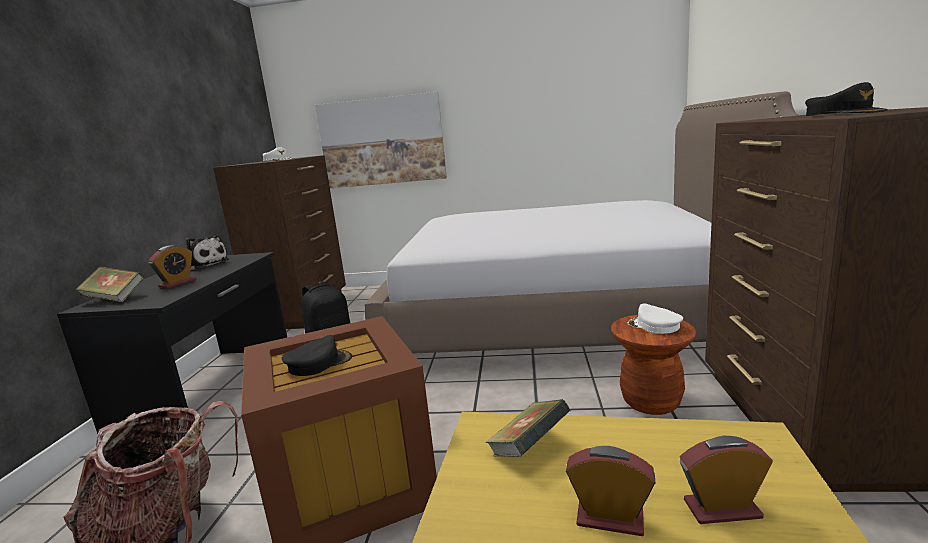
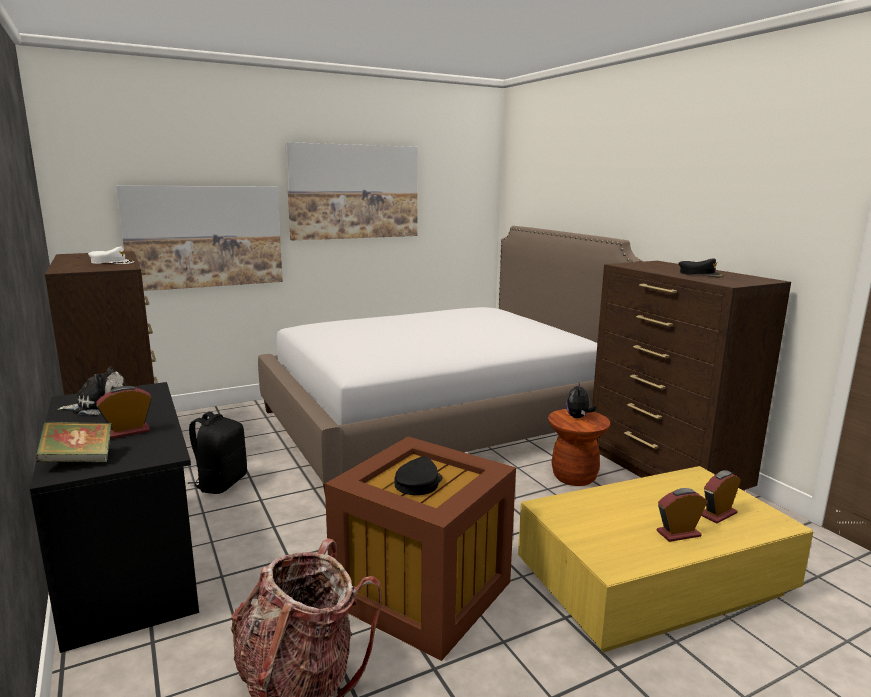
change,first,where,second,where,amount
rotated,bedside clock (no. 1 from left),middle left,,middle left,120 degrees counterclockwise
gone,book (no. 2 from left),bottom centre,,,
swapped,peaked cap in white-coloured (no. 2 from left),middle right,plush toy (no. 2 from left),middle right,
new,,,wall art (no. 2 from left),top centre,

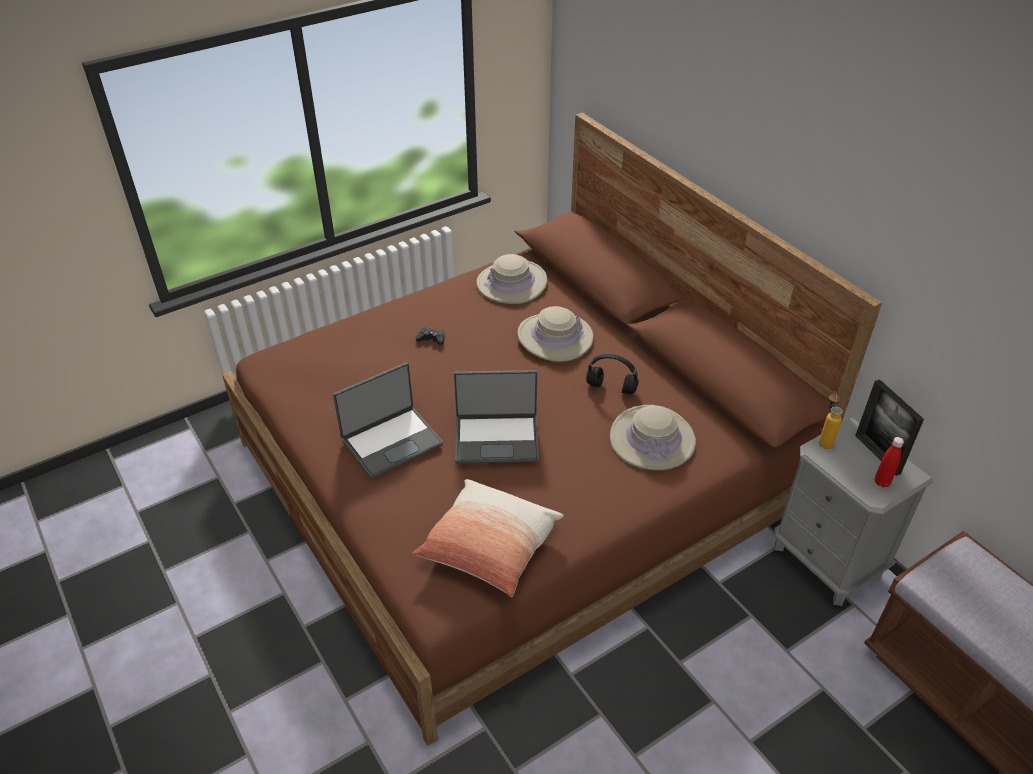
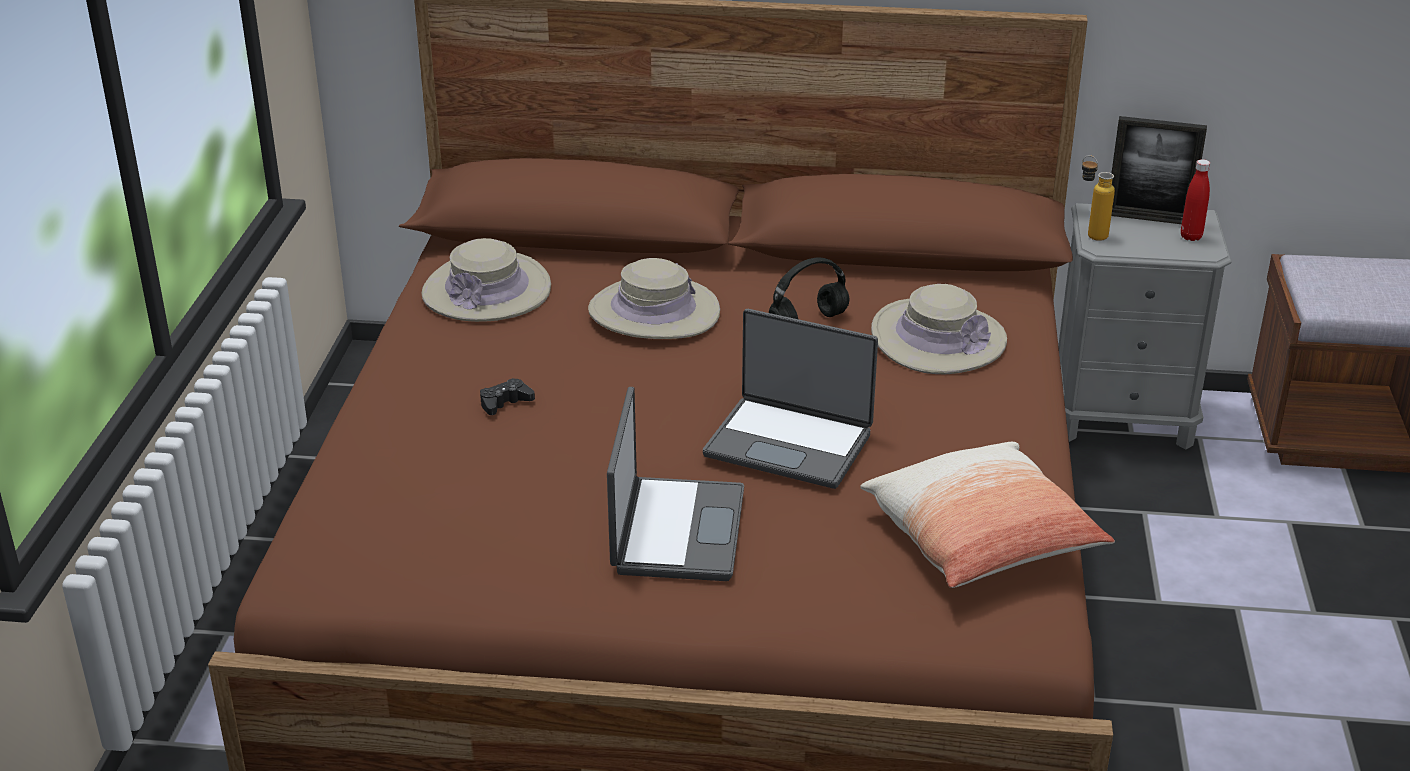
change,first,where,second,where,amount
rotated,portable computer (no. 2 from left),centre,,centre,75 degrees clockwise

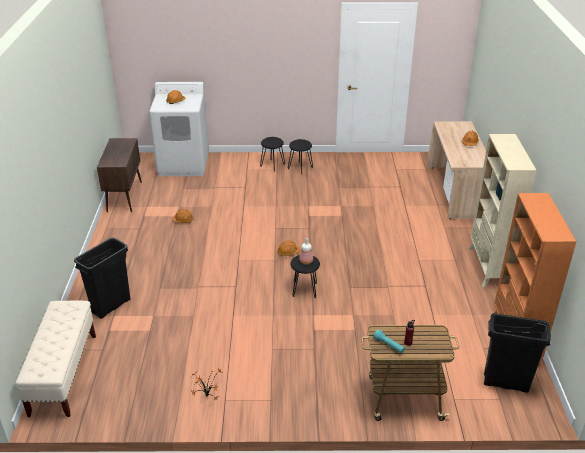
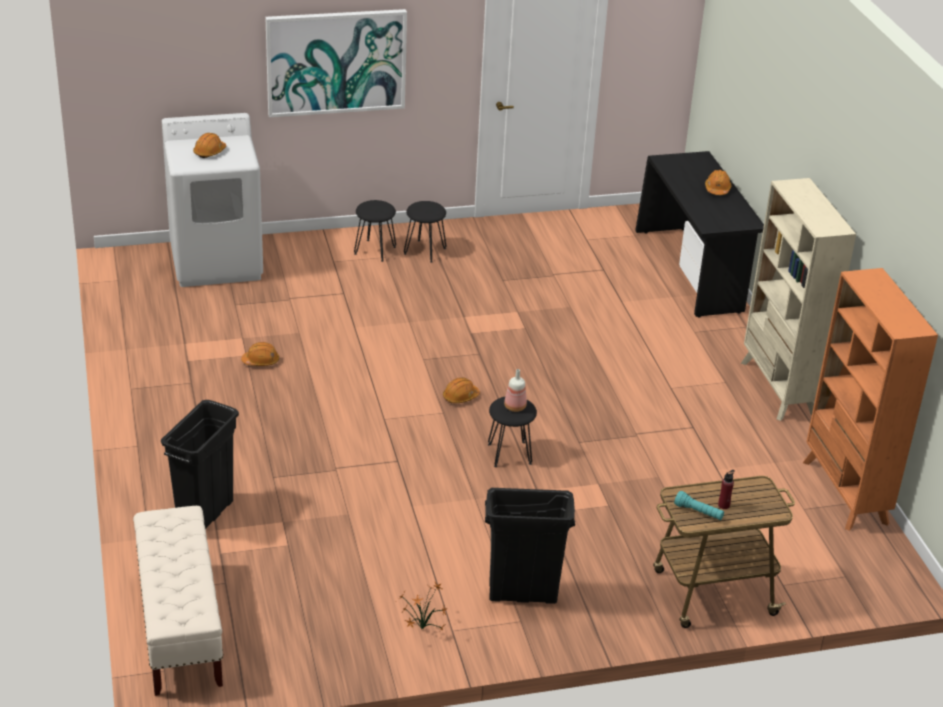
change,first,where,second,where,amount
gone,cabinet in brownish,middle left,,,
repainted,desk unit in beige-coloured,middle right,desk unit in blackish,top right,
shifted,trash can in blackish (no. 2 from left),bottom right,,bottom centre,
new,,,wall art,top centre,

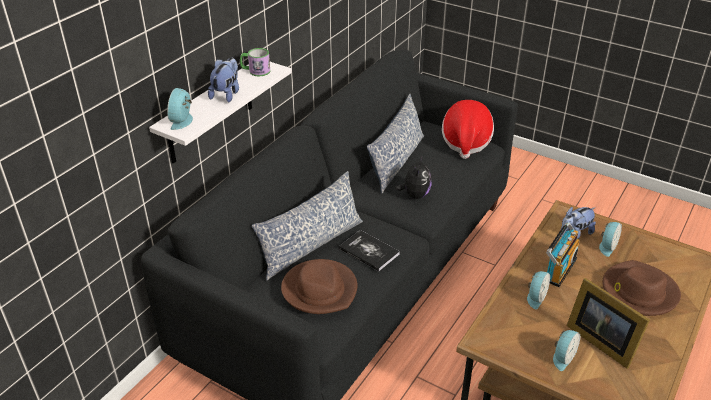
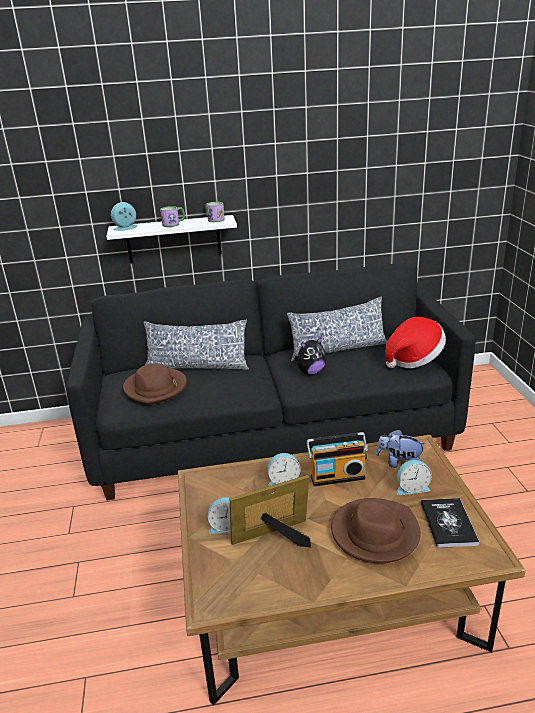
change,first,where,second,where,amount
swapped,plush toy (no. 1 from left),top left,tea mug (no. 1 from left),top left,
shifted,book,centre,,bottom right,
rotated,standing frame,bottom right,,bottom centre,60 degrees clockwise

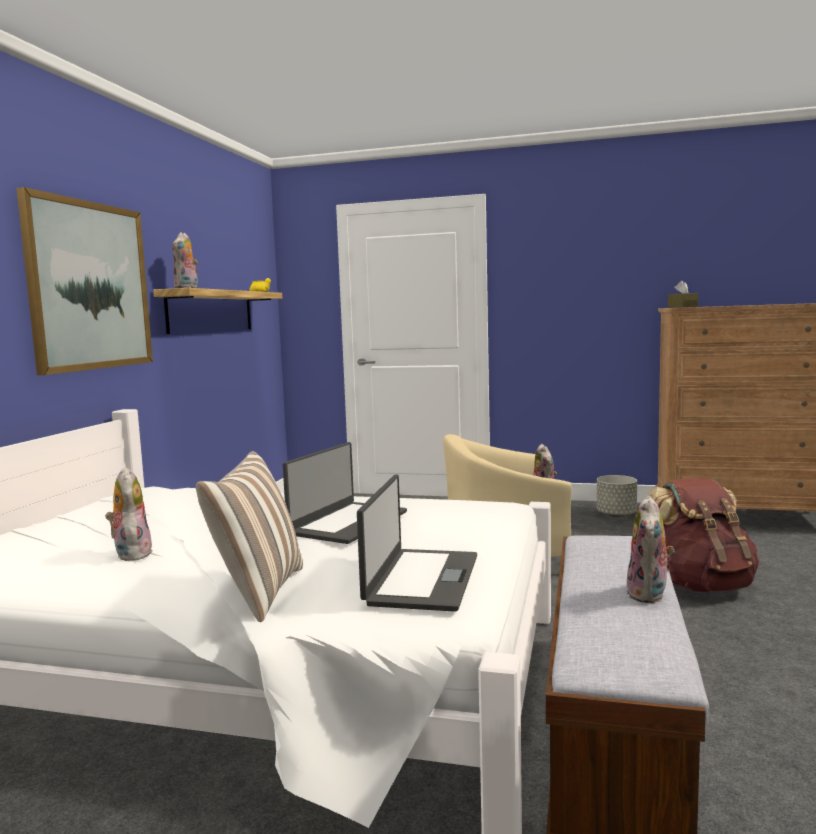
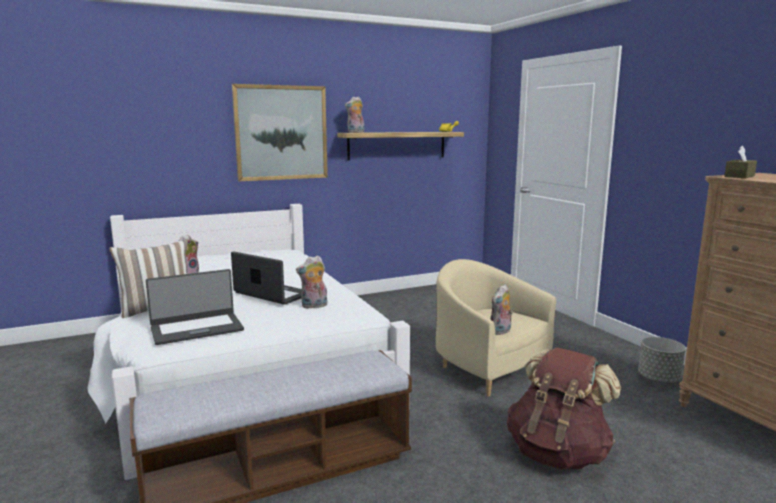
change,first,where,second,where,amount
rotated,portable computer (no. 1 from left in the first image),centre,portable computer (no. 2 from left),centre,135 degrees counterclockwise
shifted,plush toy (no. 4 from left in the first image),middle right,plush toy (no. 2 from left),centre,

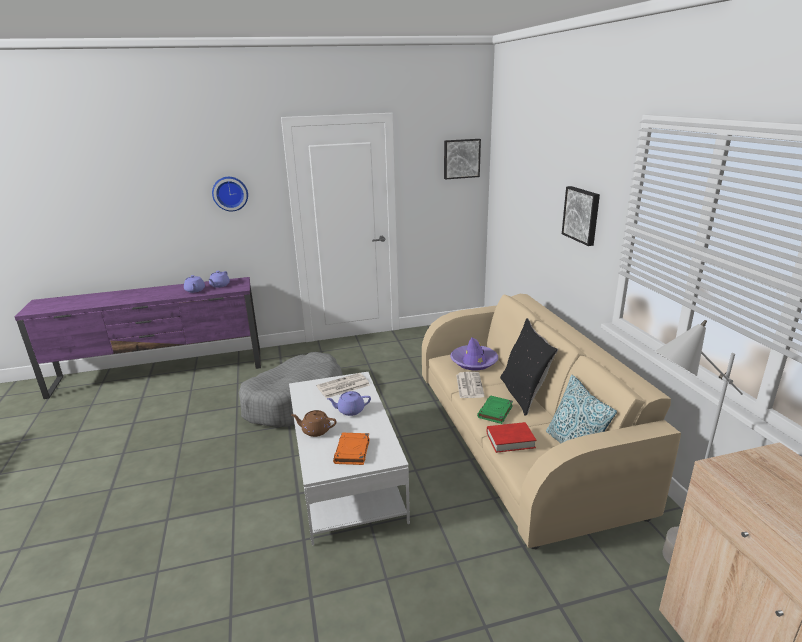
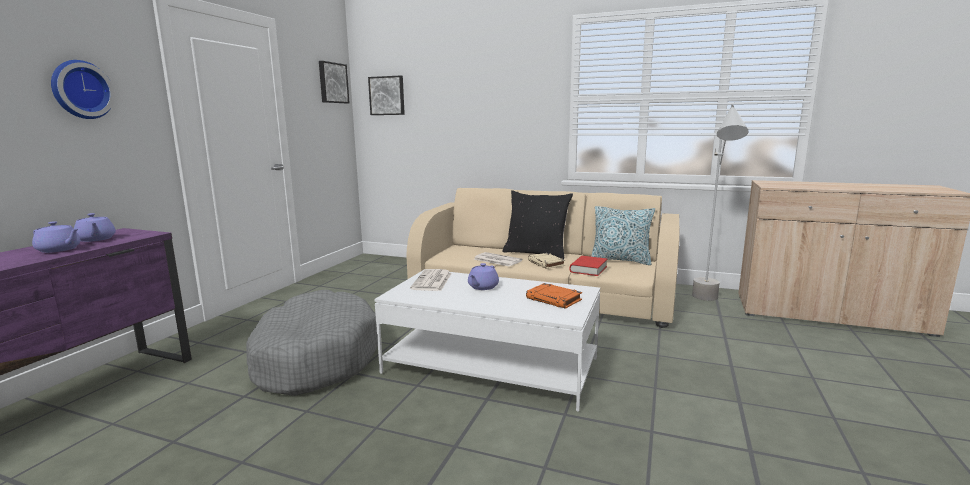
change,first,where,second,where,amount
gone,pot for tea in brownish,centre,,,
gone,hat in purple-coloured,centre,,,
repainted,book in green-coloured,centre,book in beige-coloured,centre,
shifted,wall art (no. 2 from left),middle right,,top centre,

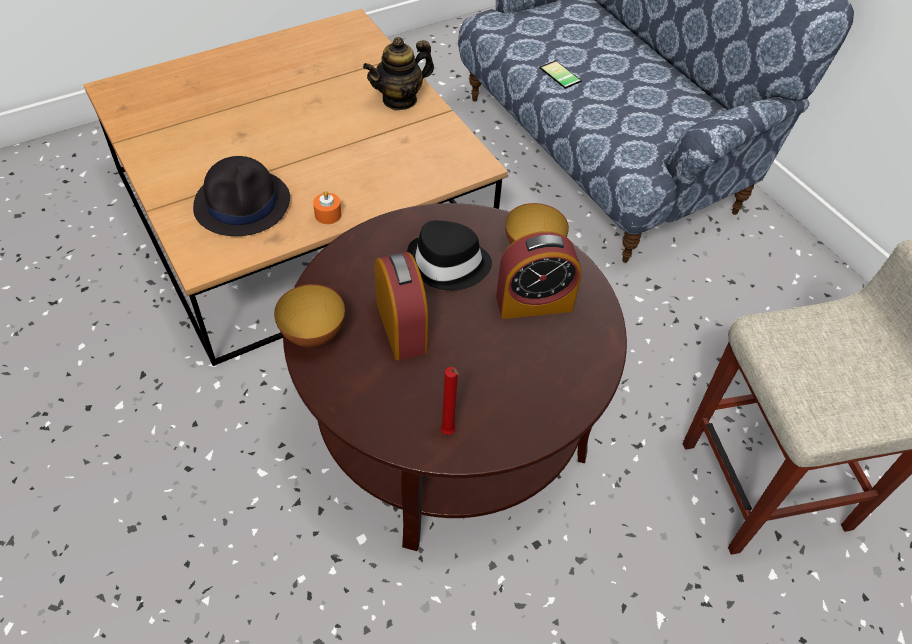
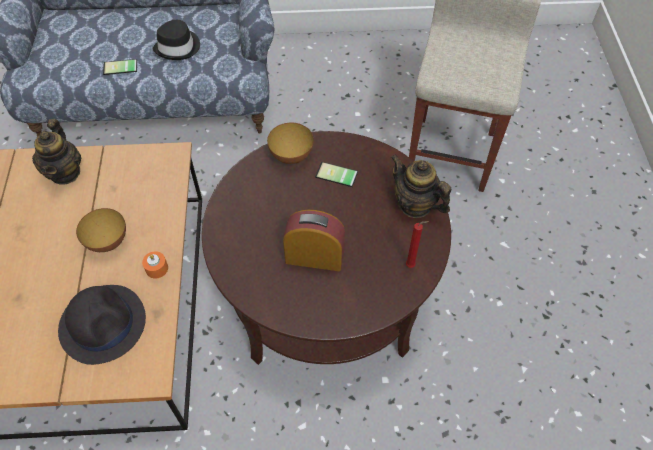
change,first,where,second,where,amount
shifted,bowl (no. 1 from left),centre,,middle left,
shifted,hat in blackish (no. 2 from left),centre,,top left,
swapped,bedside clock (no. 2 from left),centre,telephone (no. 2 from left),centre,
new,,,pot for tea (no. 2 from left),centre,

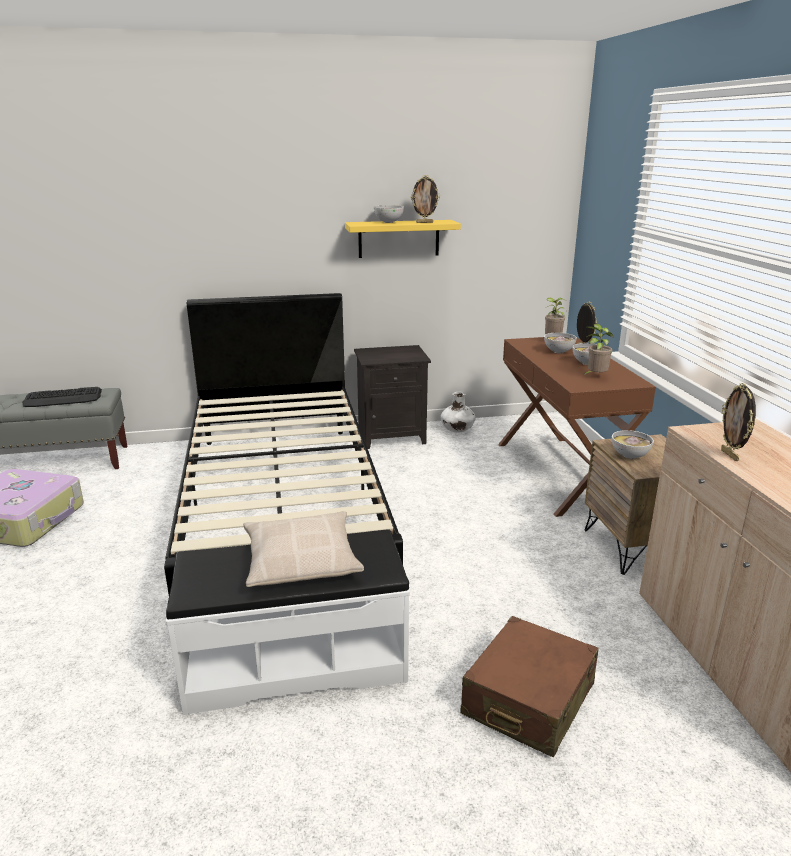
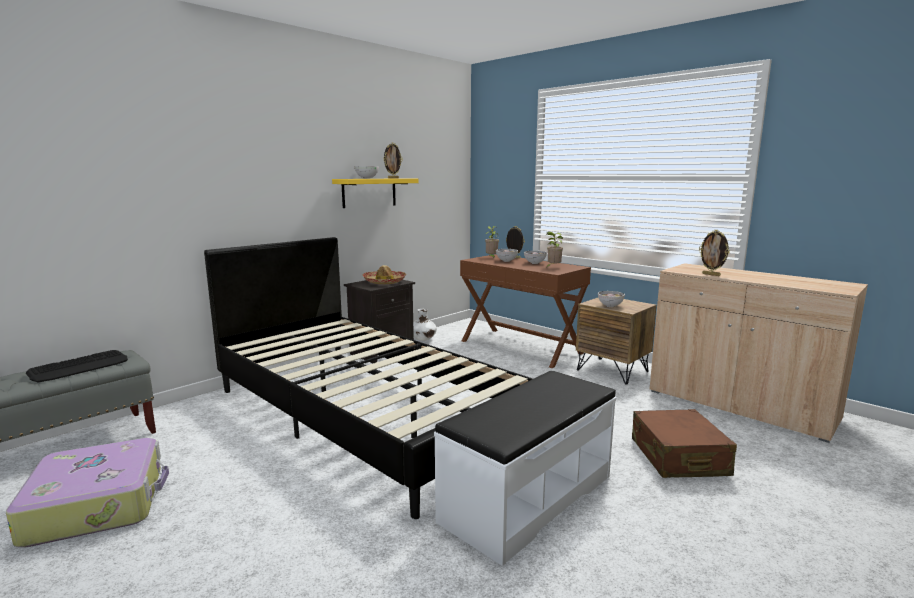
change,first,where,second,where,amount
gone,cushion in beige-coloured,centre,,,
new,,,hat,centre,

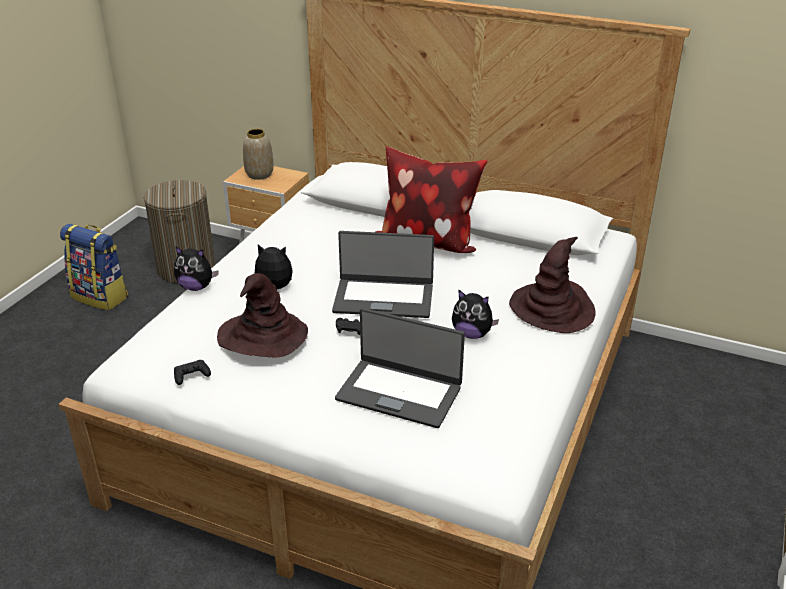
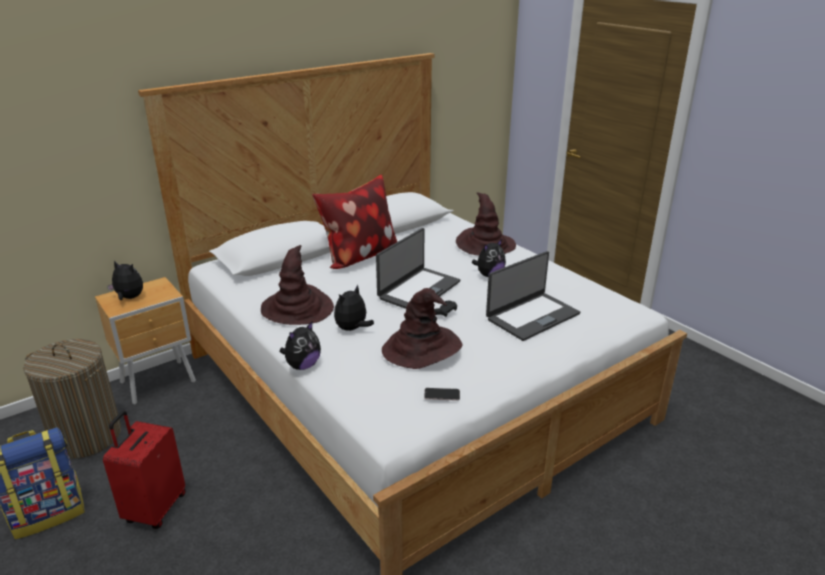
change,first,where,second,where,amount
swapped,game controller in blackish (no. 1 from left),middle left,telephone,bottom centre,
swapped,vase,top left,plush toy (no. 1 from left),middle left,
new,,,travel case in red-coloured,bottom left,
new,,,hat in brownish (no. 1 from left),centre,

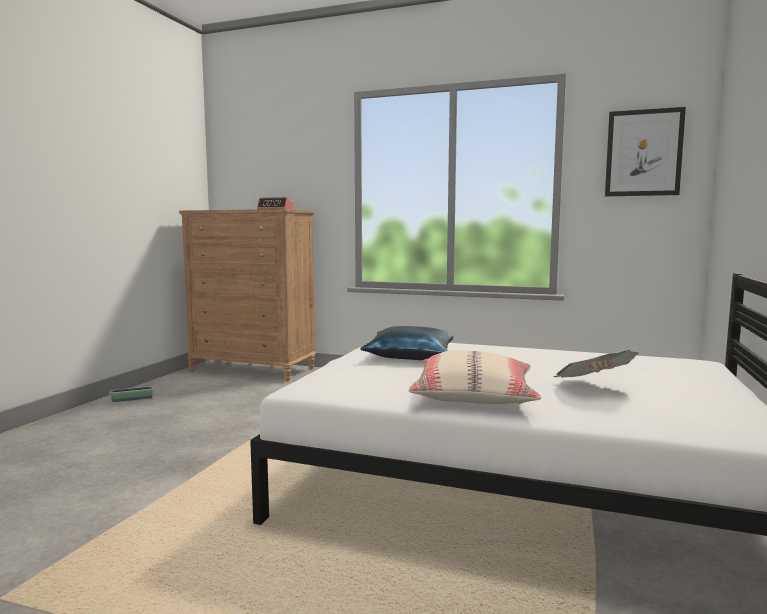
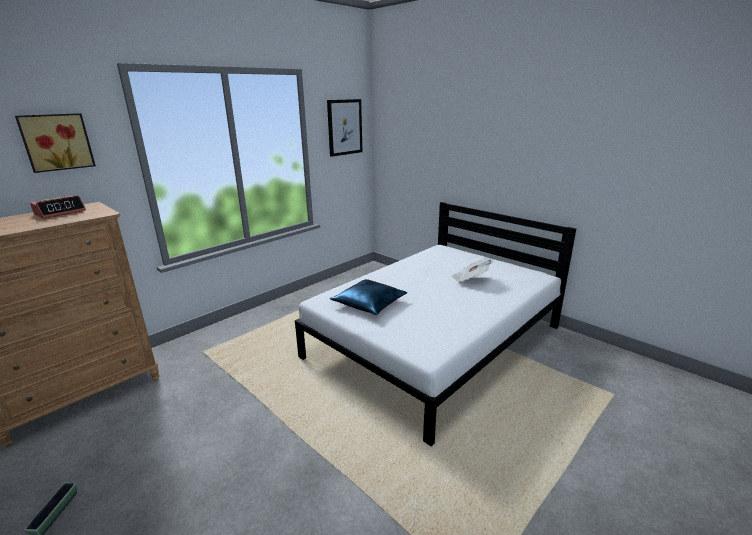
change,first,where,second,where,amount
gone,cushion in beige-coloured,centre,,,
new,,,wall art (no. 1 from left),top left,

